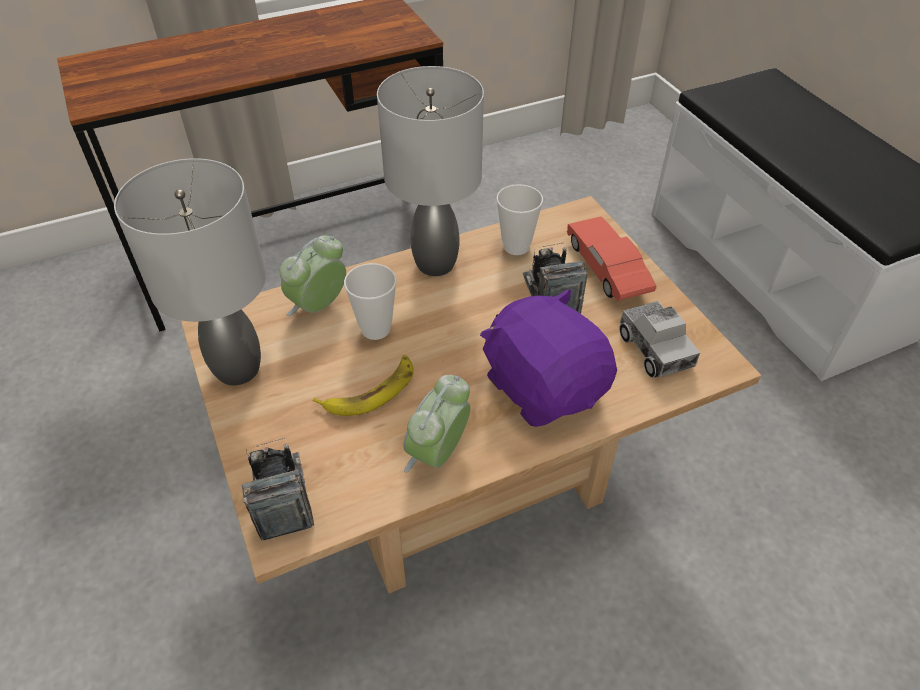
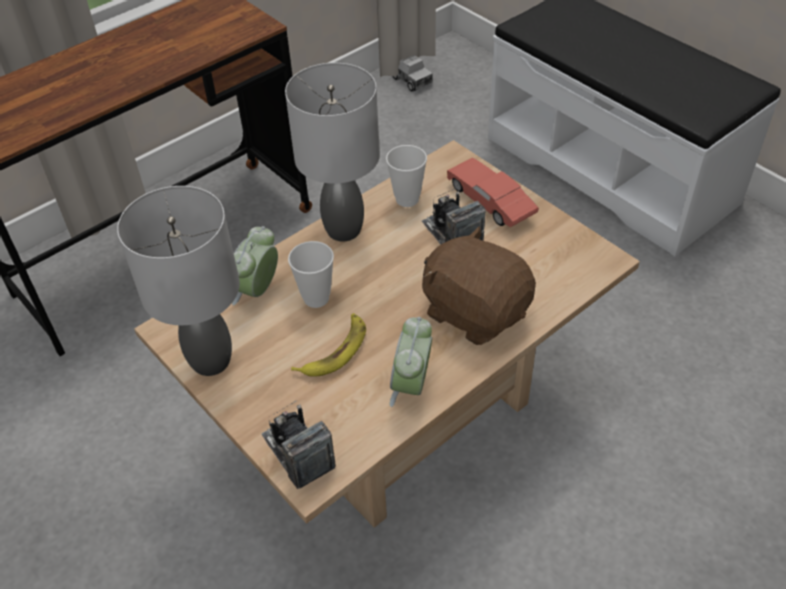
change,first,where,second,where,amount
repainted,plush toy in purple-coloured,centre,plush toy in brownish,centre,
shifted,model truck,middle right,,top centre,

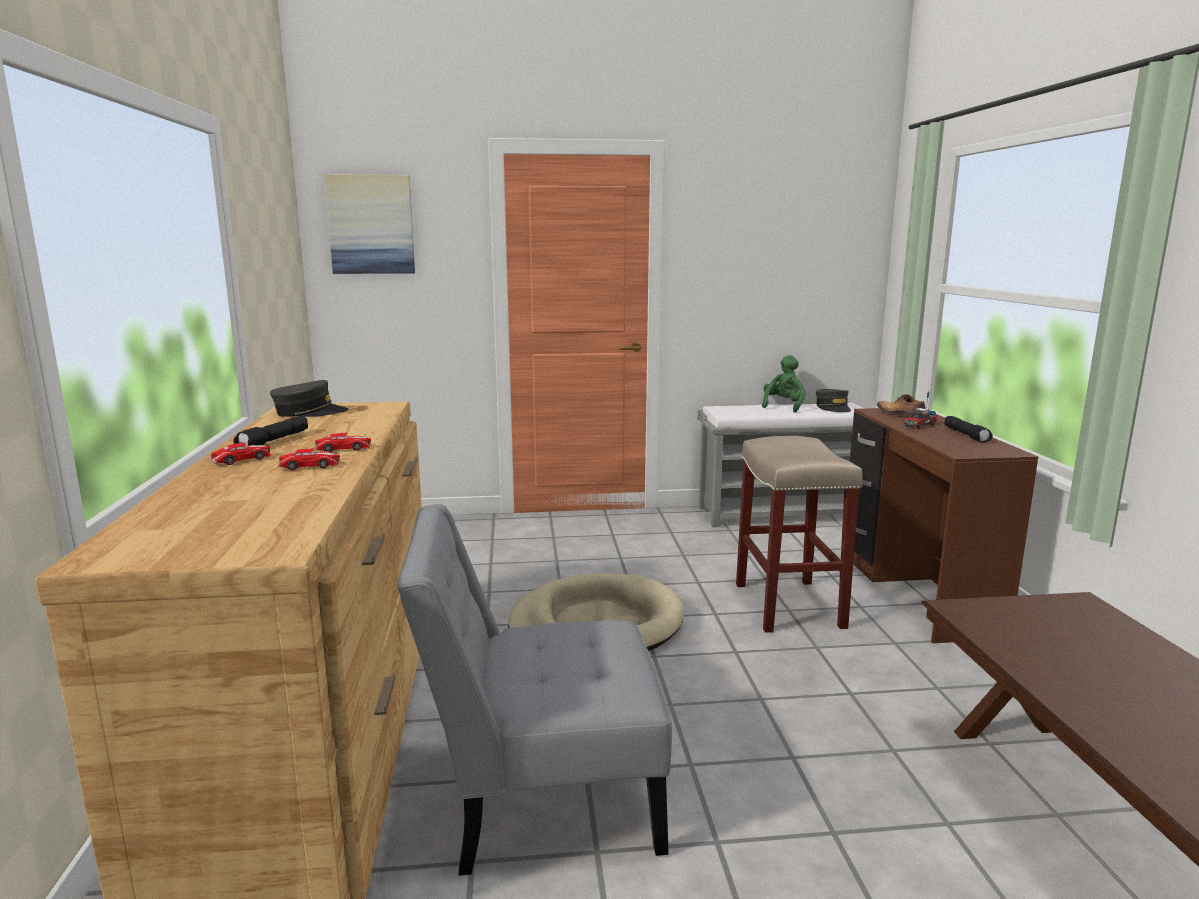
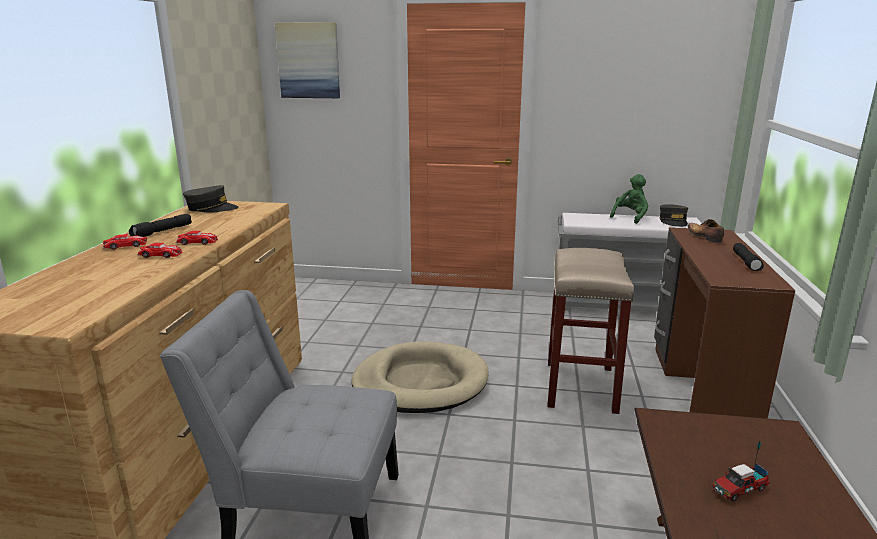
change,first,where,second,where,amount
shifted,model truck,middle right,,bottom right,

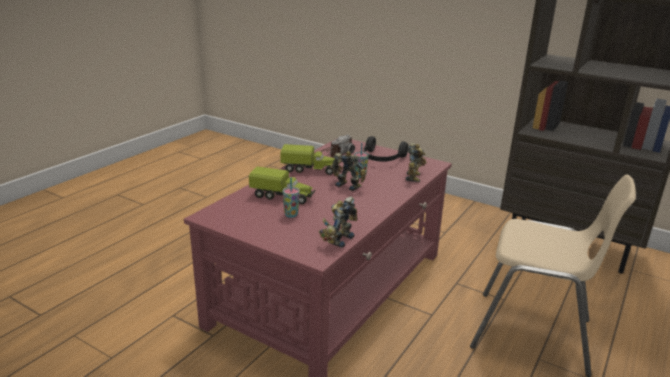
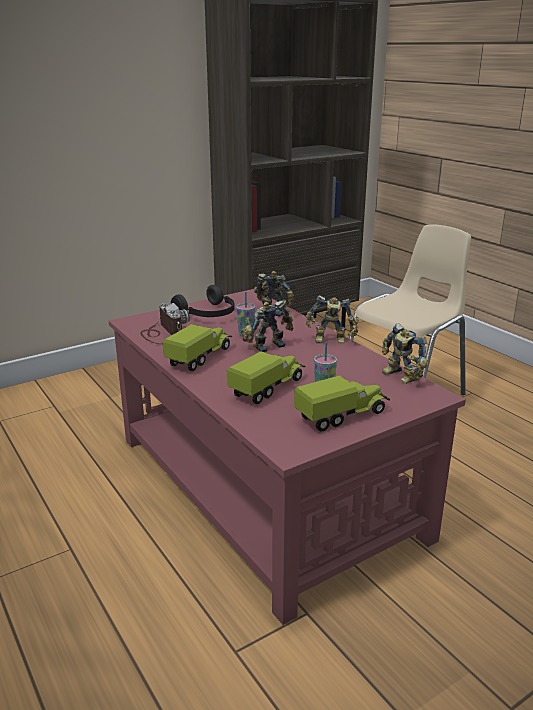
change,first,where,second,where,amount
new,,,model truck (no. 3 from left),centre,
new,,,robot figure (no. 3 from left),centre,

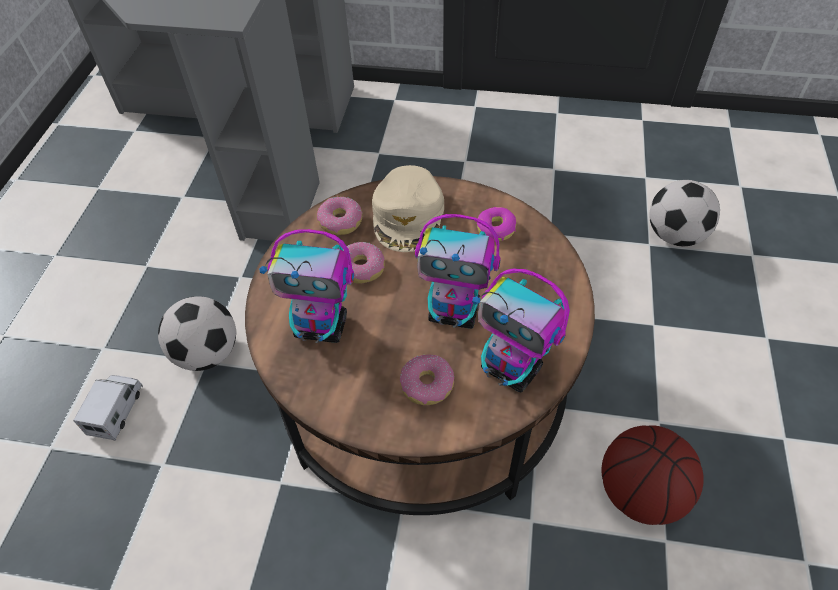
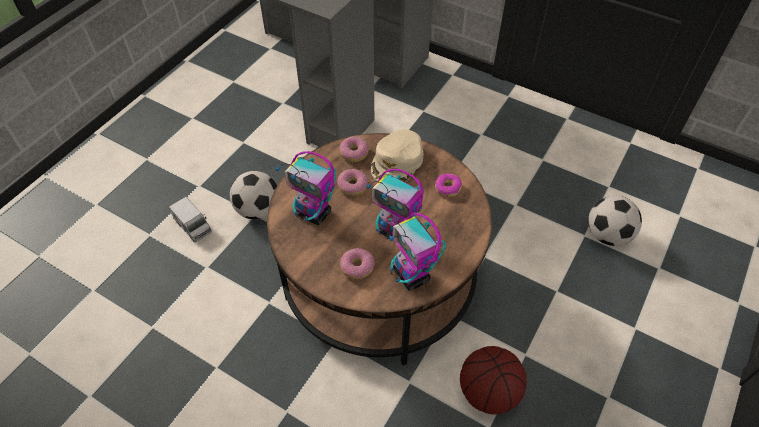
change,first,where,second,where,amount
rotated,model truck,bottom left,,middle left,105 degrees clockwise

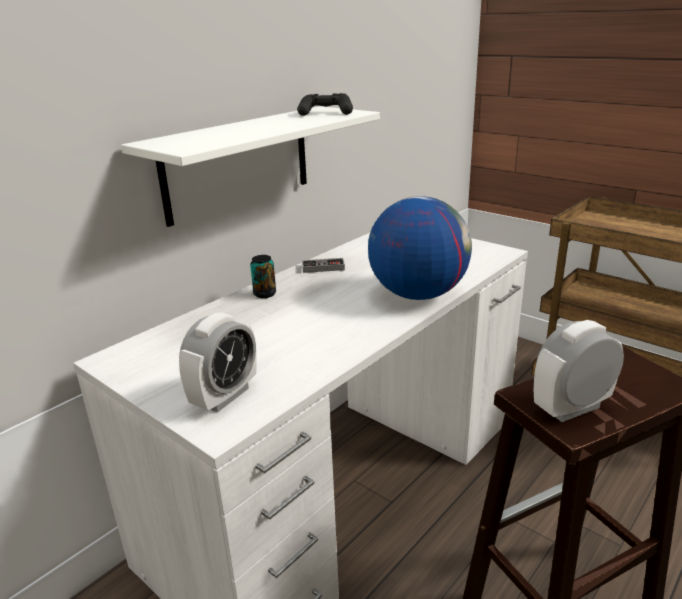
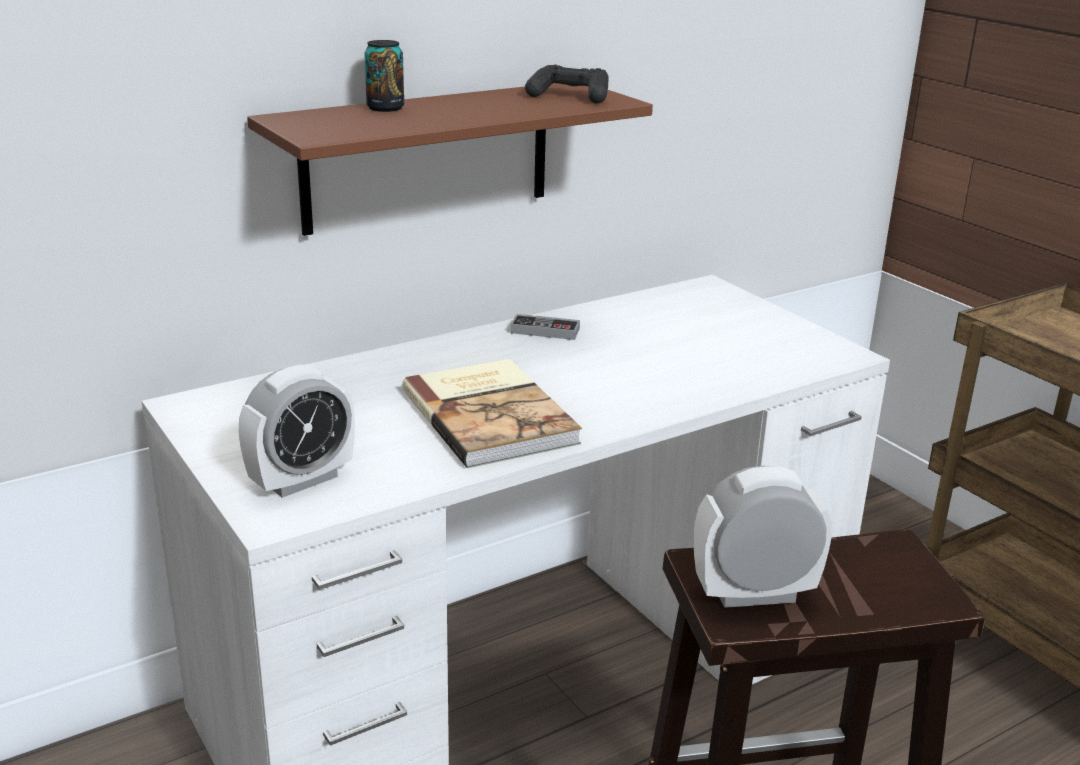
change,first,where,second,where,amount
repainted,shelf in white-coloured,top centre,shelf in brownish,top centre,
shifted,sealed can,centre,,top centre,
gone,desk globe,centre,,,
new,,,book,centre,

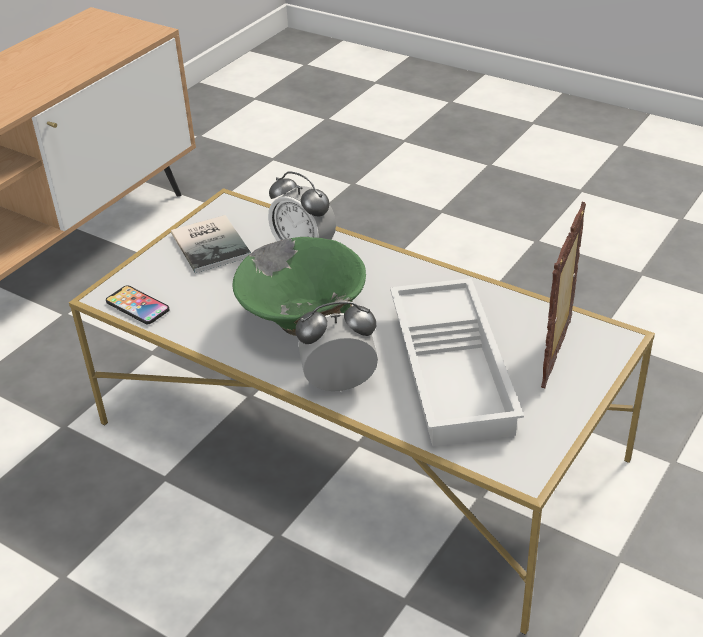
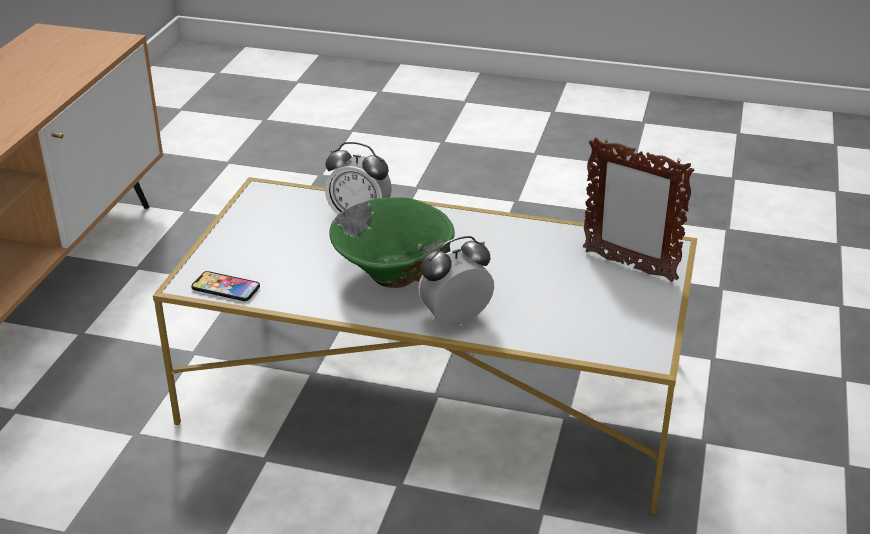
change,first,where,second,where,amount
gone,book,middle left,,,
gone,serving tray in white-coloured,centre,,,
rotated,standing frame,middle right,,middle right,60 degrees counterclockwise

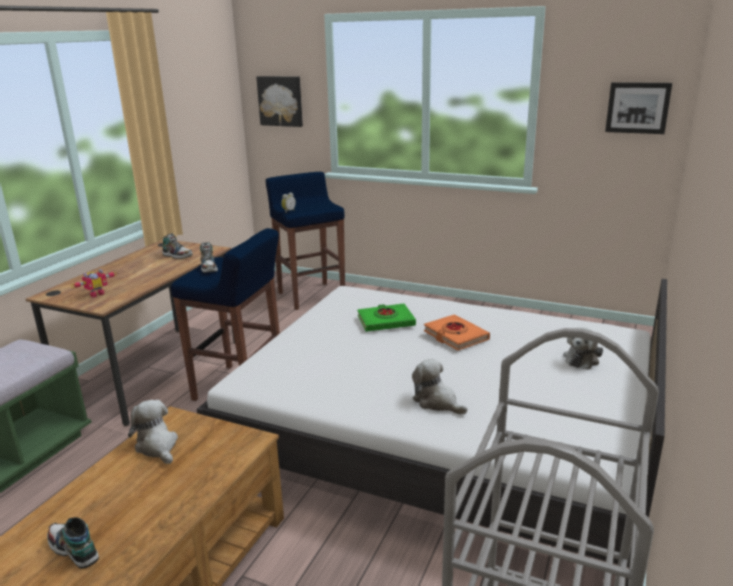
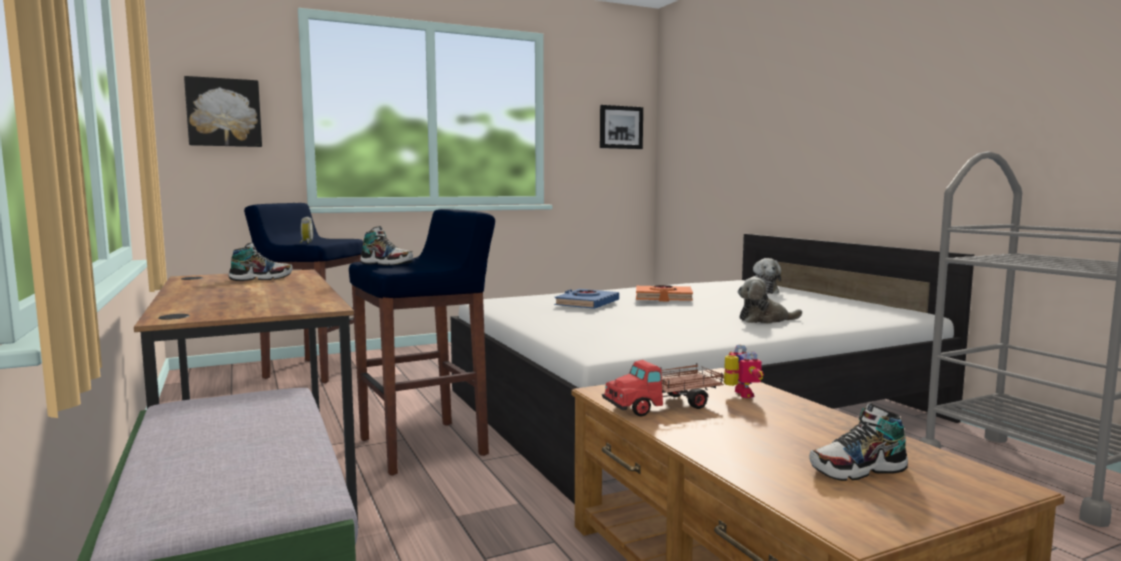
change,first,where,second,where,amount
shifted,robot figure,middle left,,centre,
swapped,plush toy (no. 1 from left),bottom left,model truck,bottom centre,
repainted,book in green-coloured,centre,book in blue-coloured,centre,

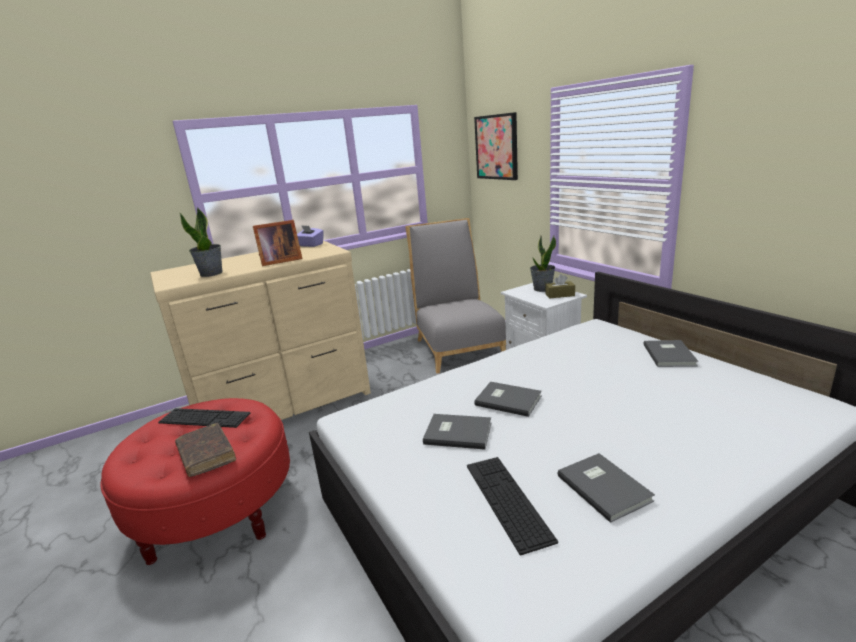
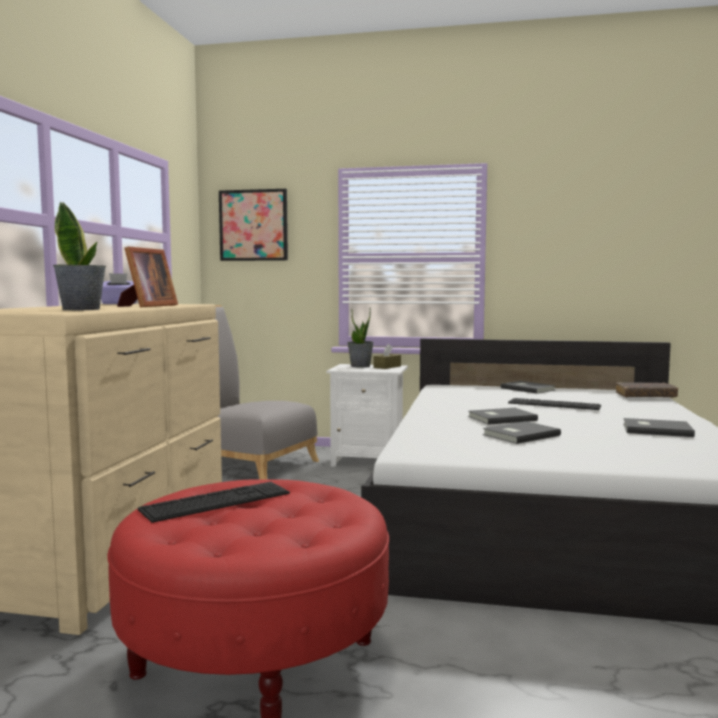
change,first,where,second,where,amount
shifted,book in brownish,bottom left,,middle right,
shifted,PC keyboard (no. 2 from left),bottom centre,,middle right,

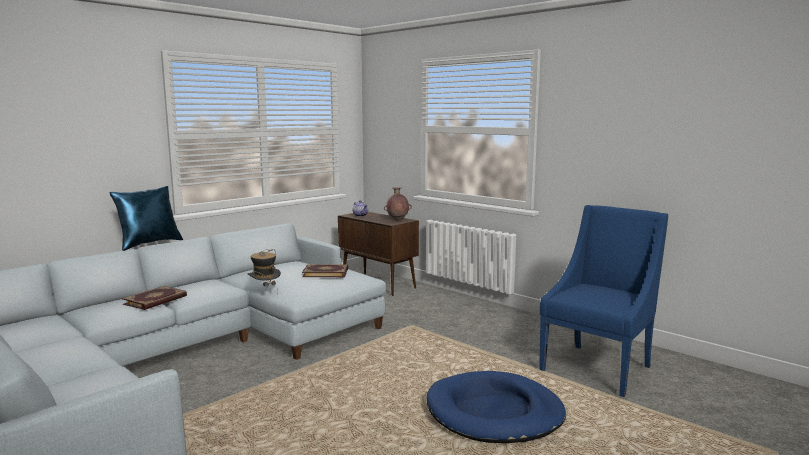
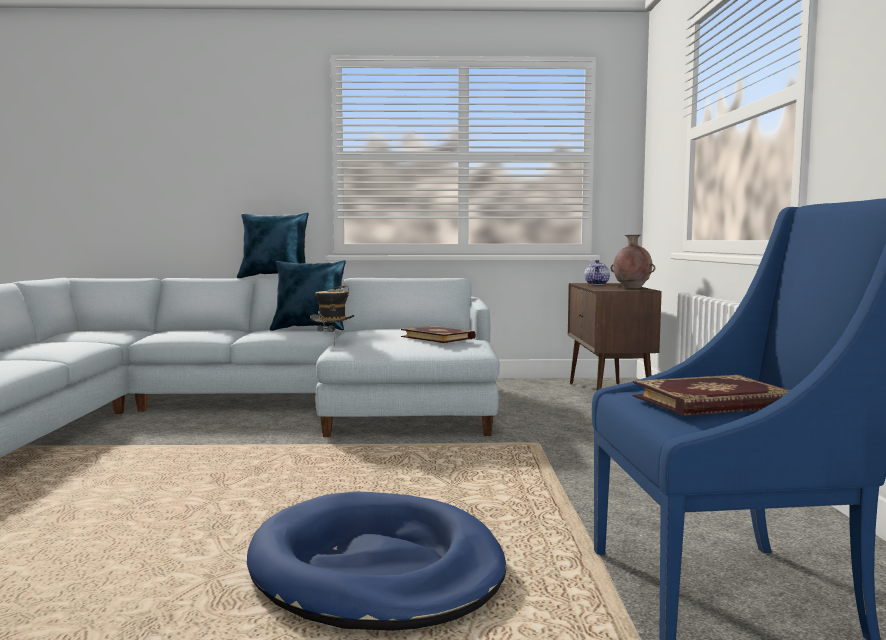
change,first,where,second,where,amount
shifted,book (no. 1 from left in the first image),middle left,book (no. 2 from left),middle right,
new,,,cushion in blue-coloured (no. 2 from left),centre,

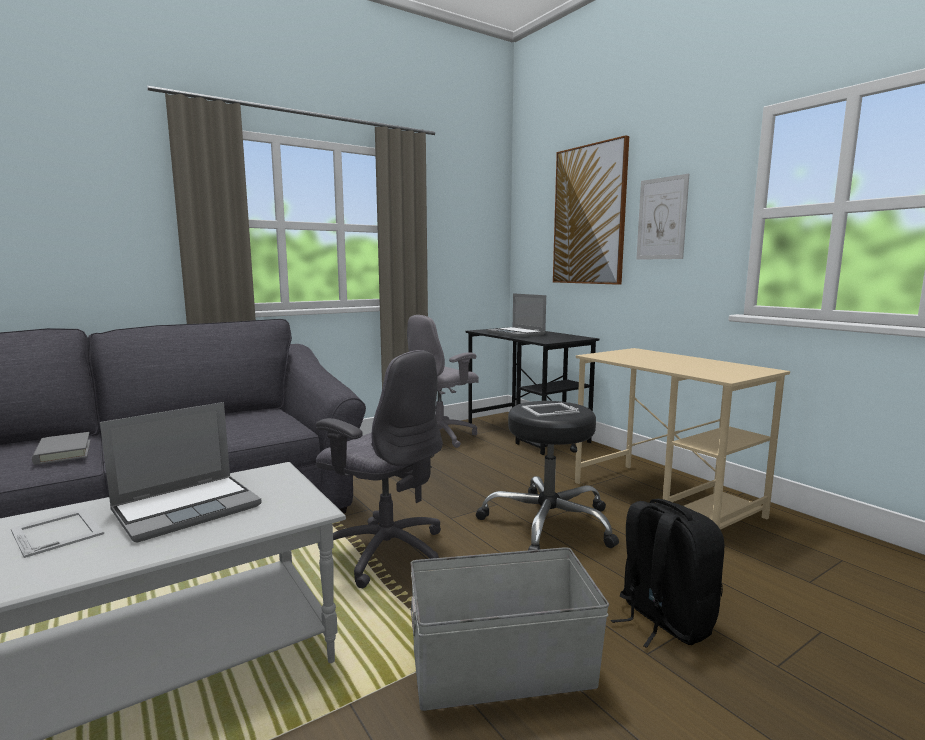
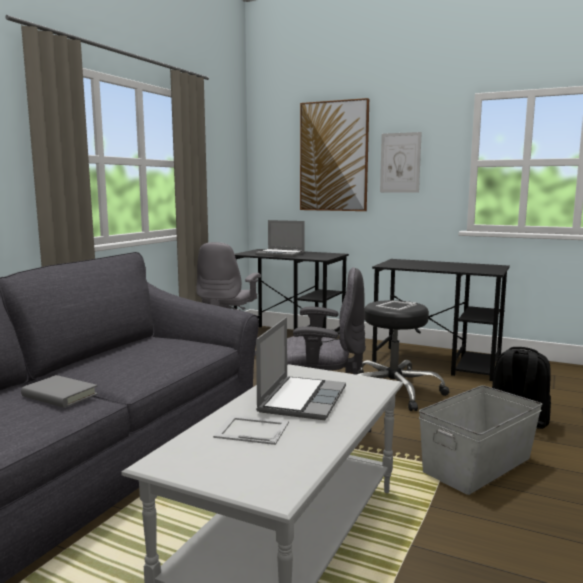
change,first,where,second,where,amount
repainted,desk unit in beige-coloured,middle right,desk unit in blackish (no. 2 from left),middle right,

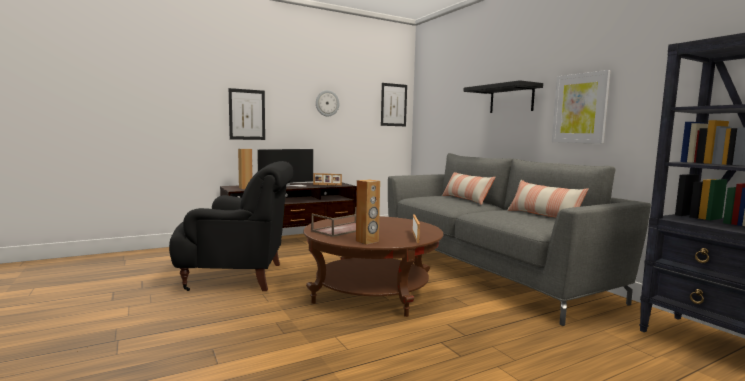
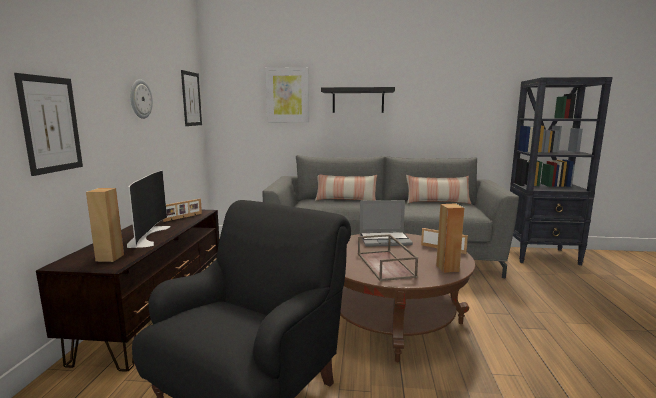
change,first,where,second,where,amount
shifted,wall art (no. 3 from left),top right,,top centre,
new,,,portable computer,centre,

